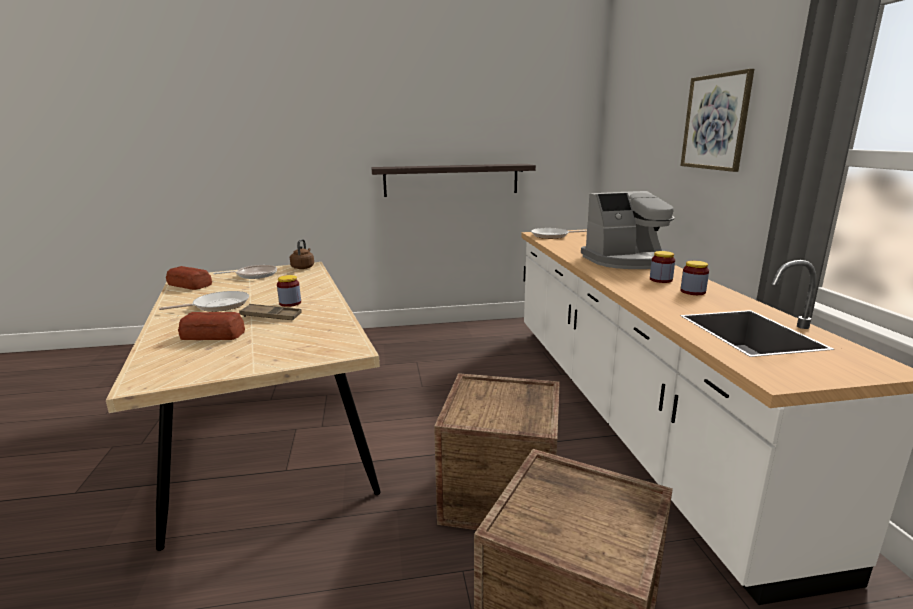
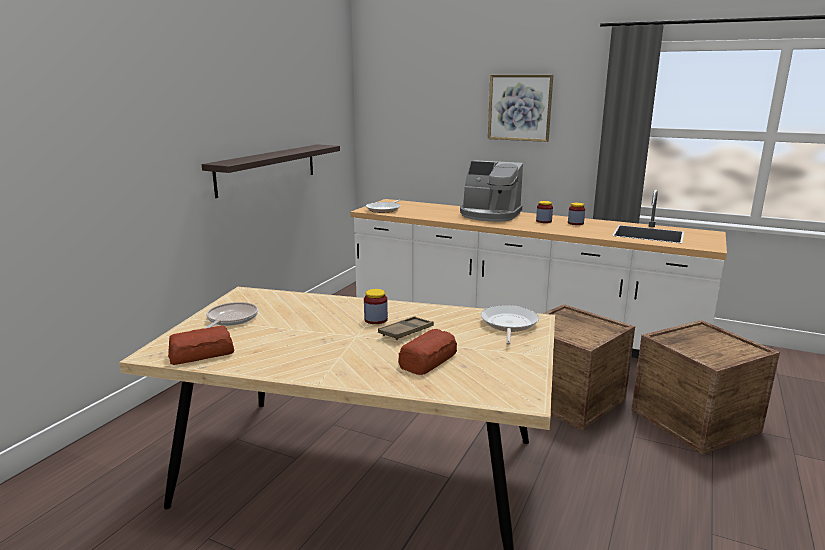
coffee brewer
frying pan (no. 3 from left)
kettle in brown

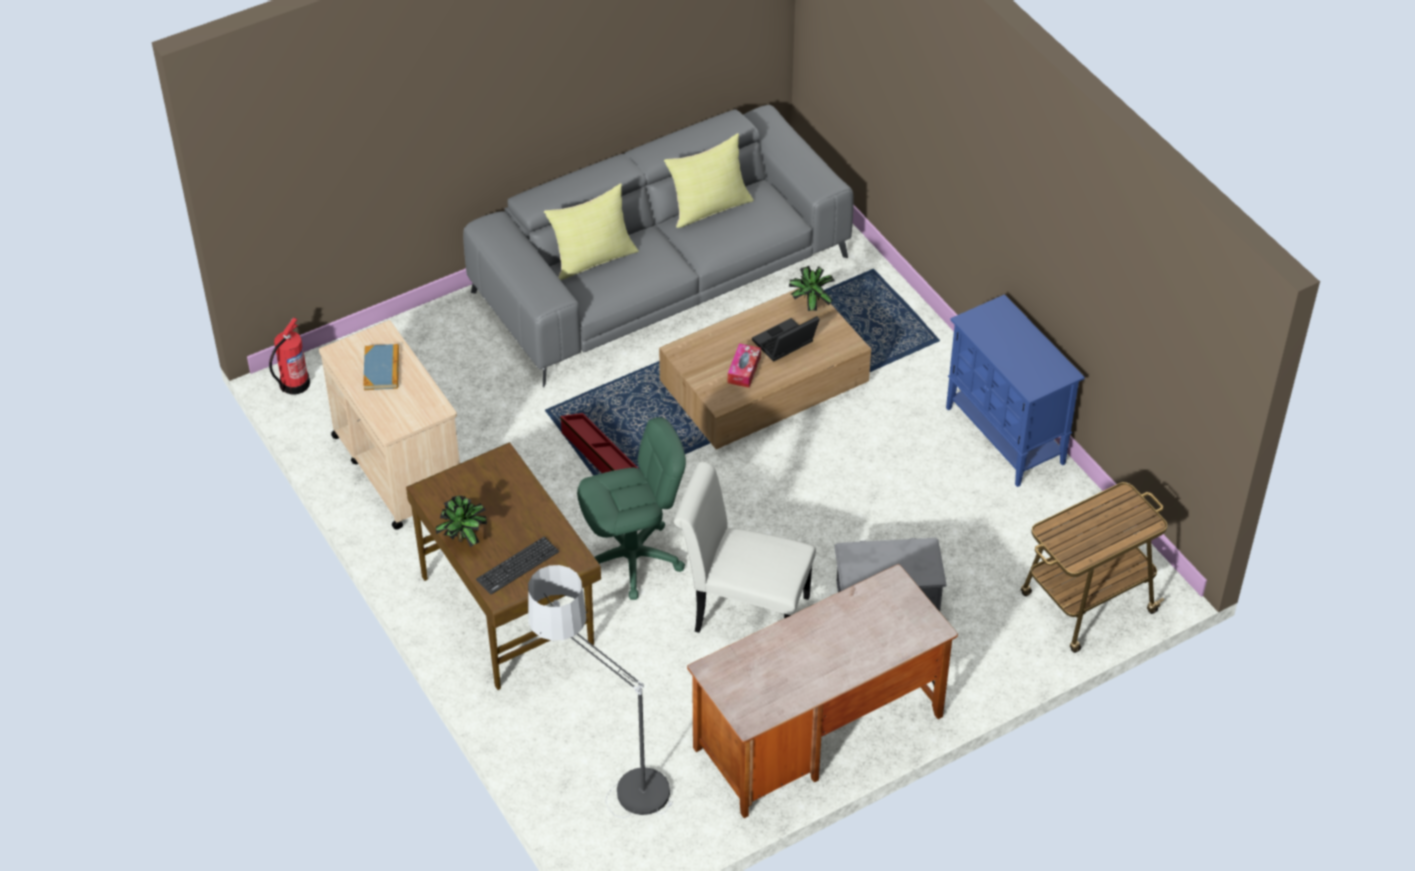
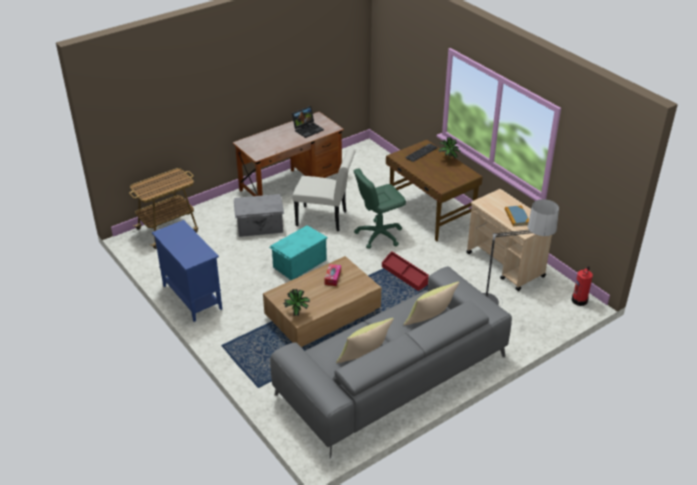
storage bin in blue-green
notebook computer
standing lamp

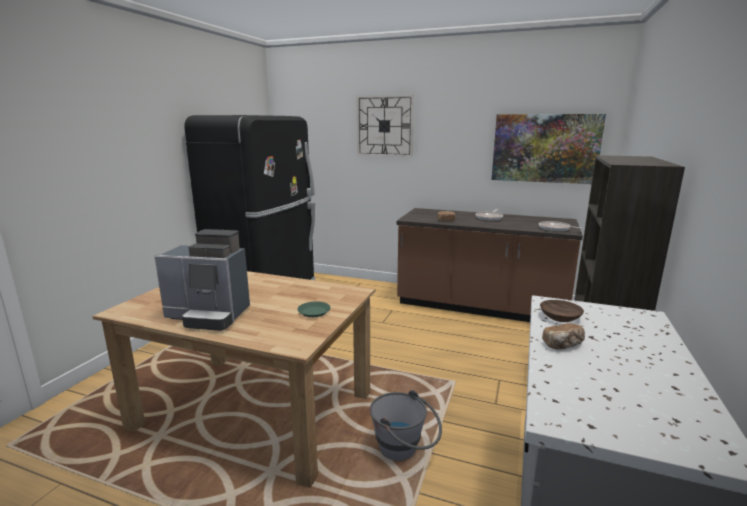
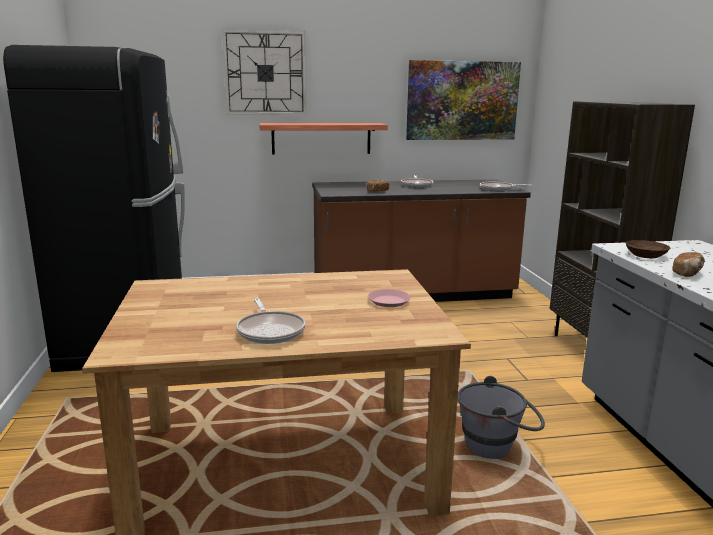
frying pan (no. 1 from left)
bracket shelf
flat dish in pink-coloured

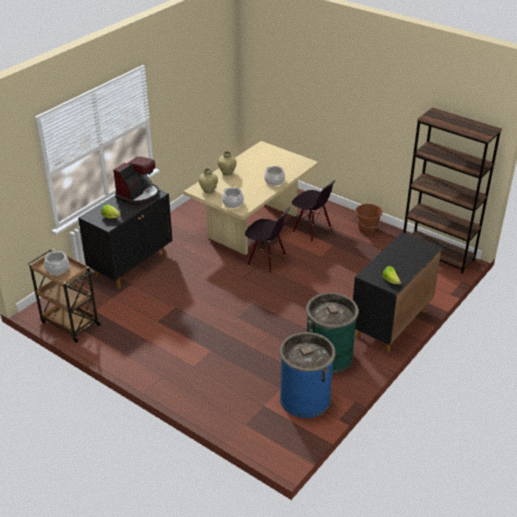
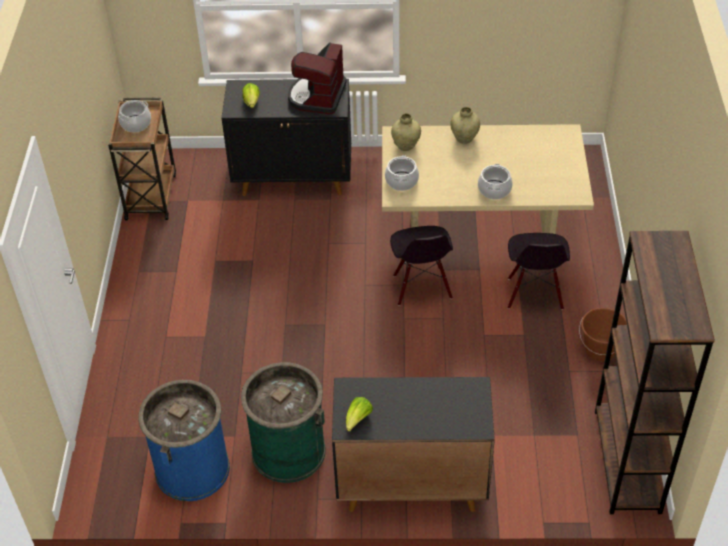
coffee brewer

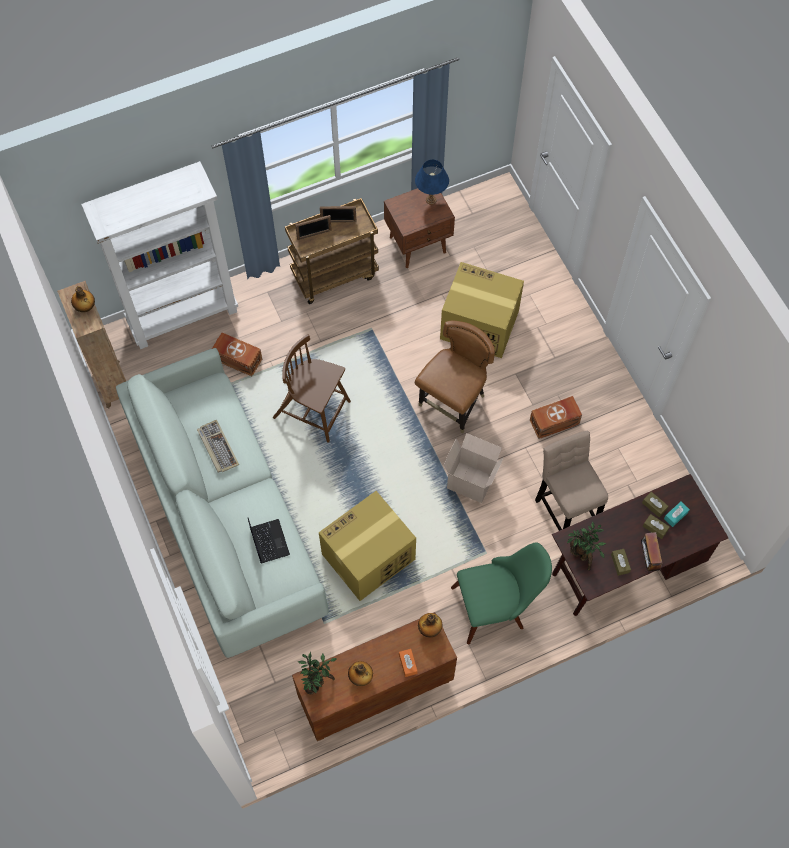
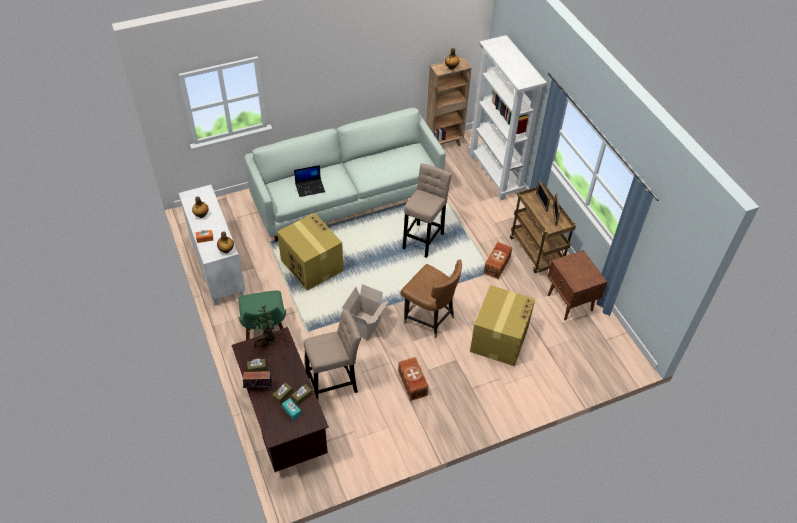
cabinet in white-coloured
stool in beige-coloured (no. 2 from left)
storage bin in brown (no. 2 from left)
keyboard
houseplant (no. 1 from left in the first image)
table lamp in blue

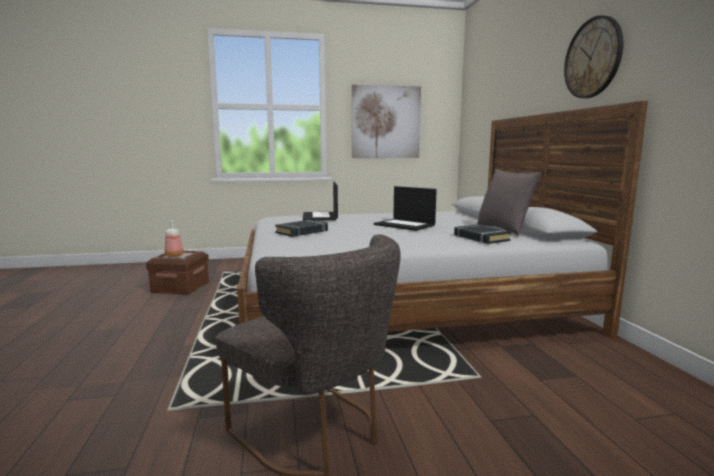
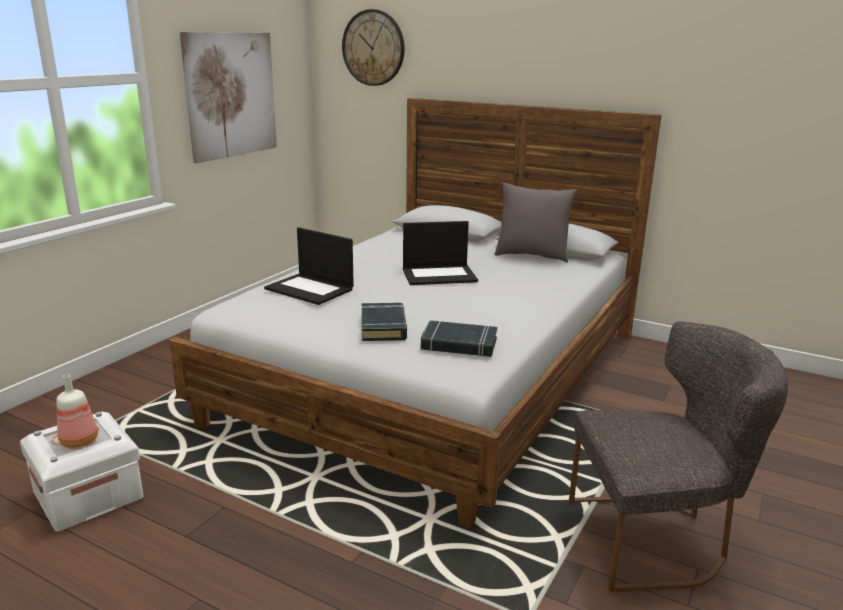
storage bin in white-coloured
wall clock
volume in black-coloured (no. 2 from left)

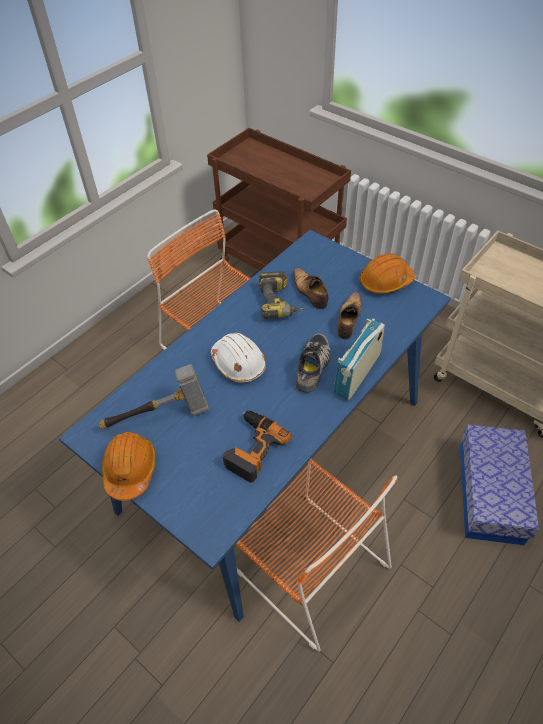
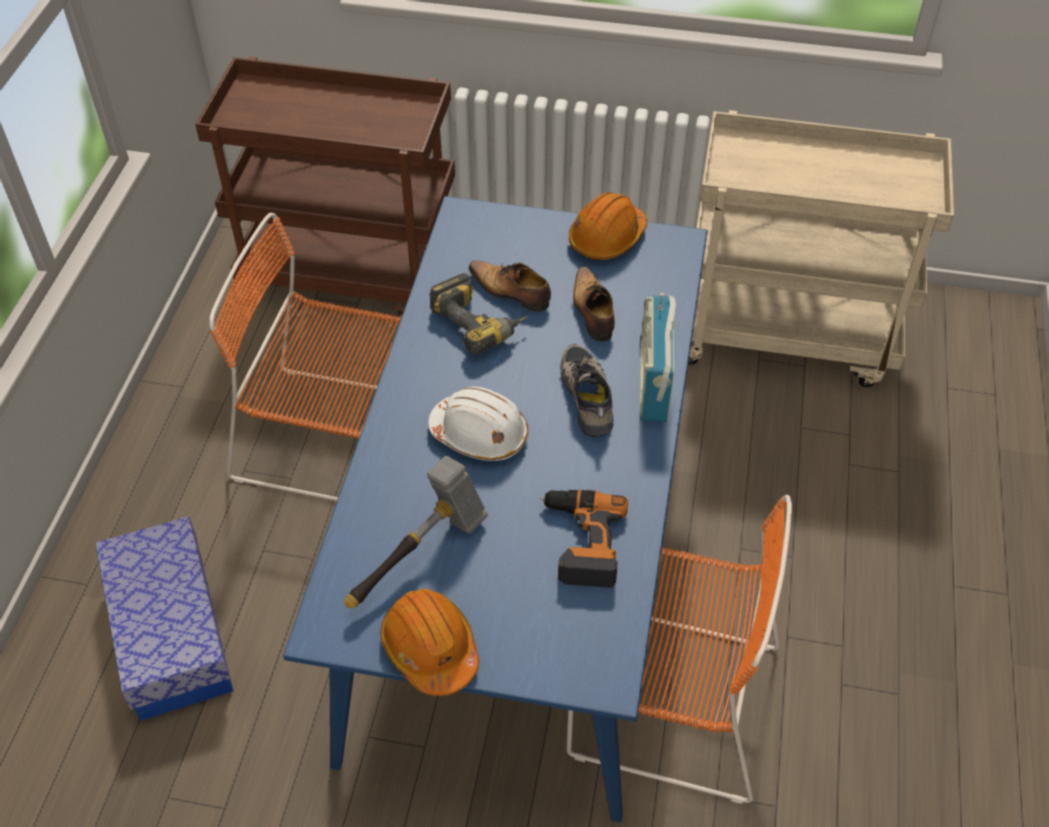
storage bin

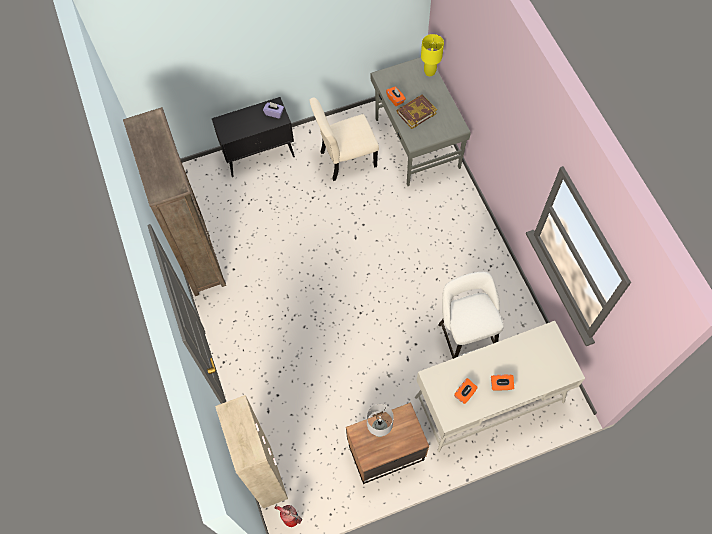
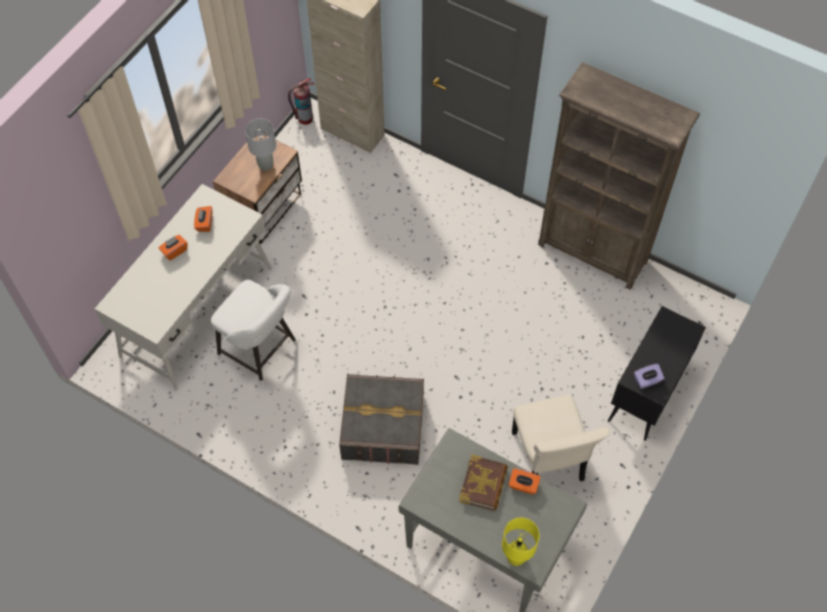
storage bin in gray
chair in beige-coloured

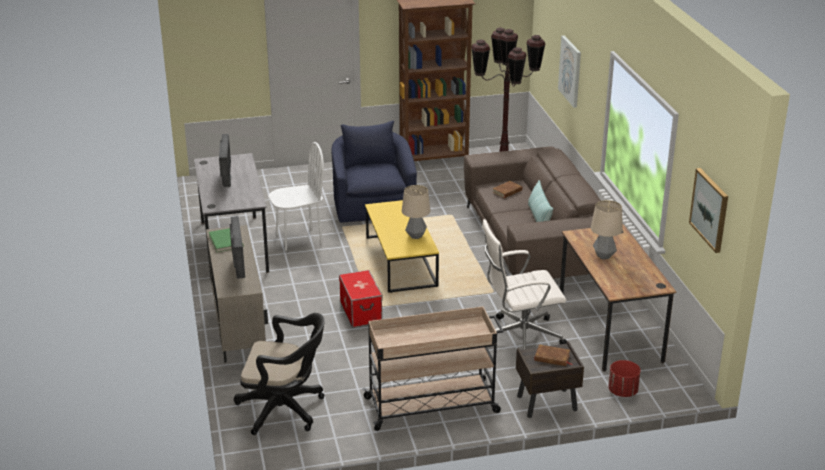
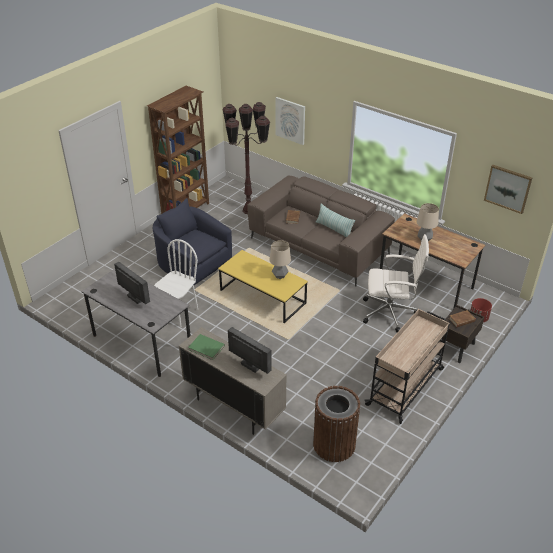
waste bin in brown
desk chair in white-coloured
storage bin

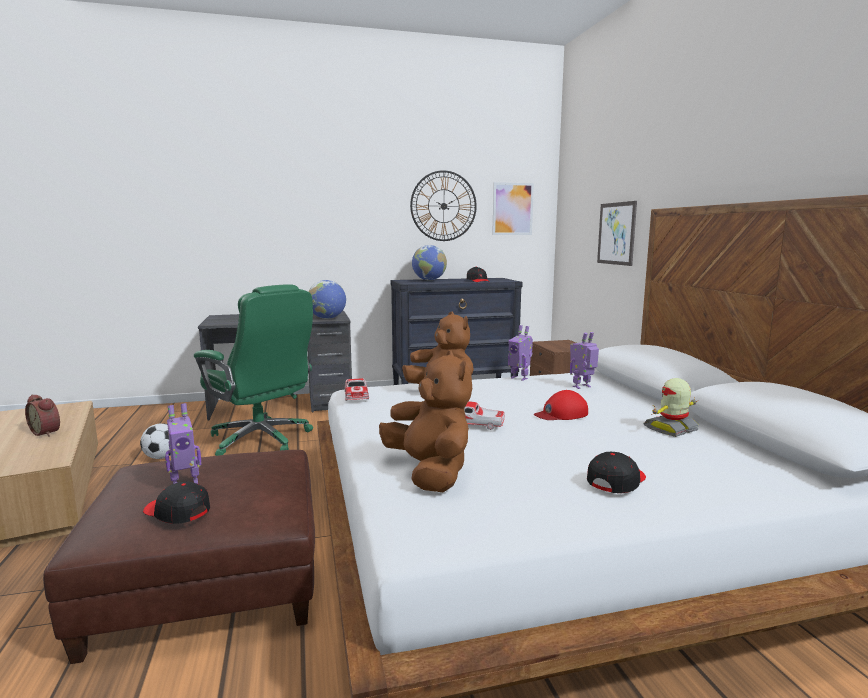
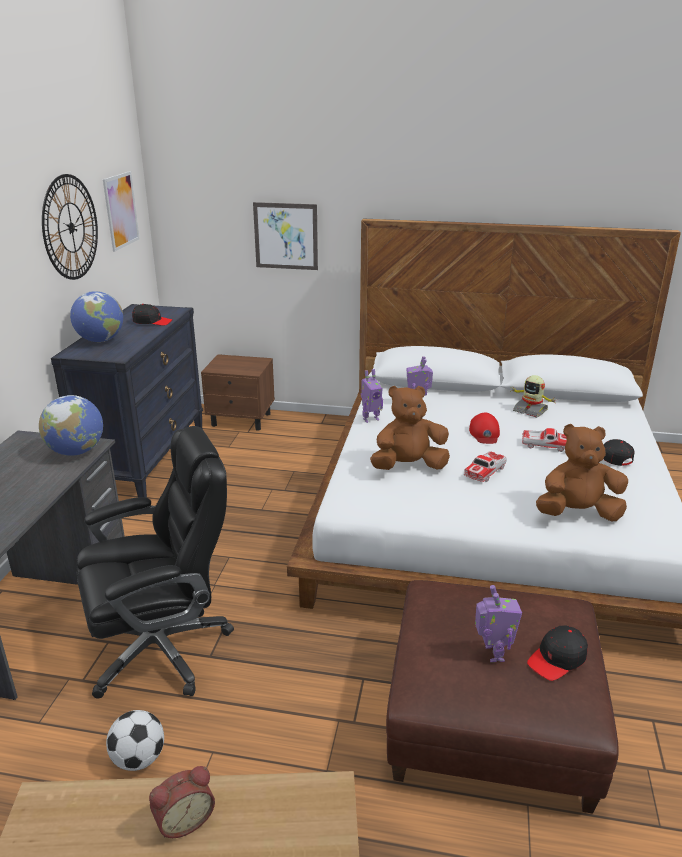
desk chair in black-coloured
toy robot (no. 4 from left)
miniature car (no. 2 from left)

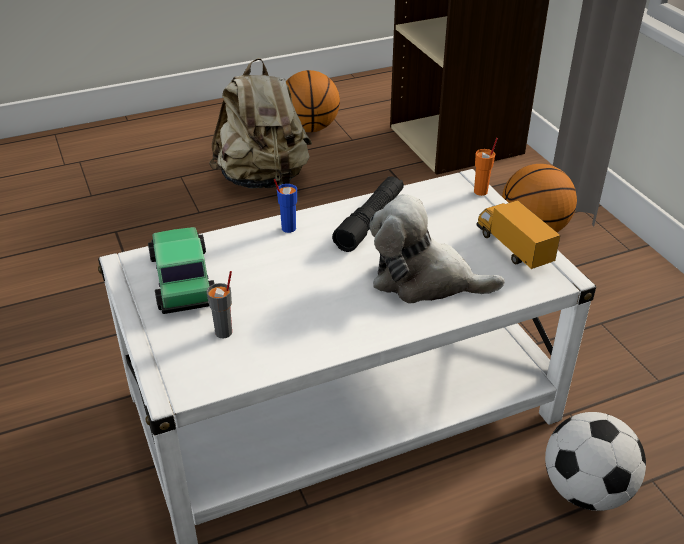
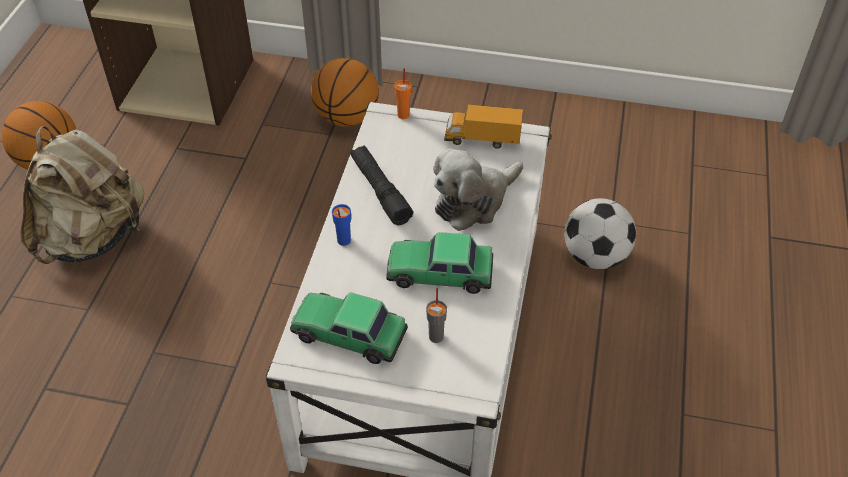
miniature car (no. 2 from left)

